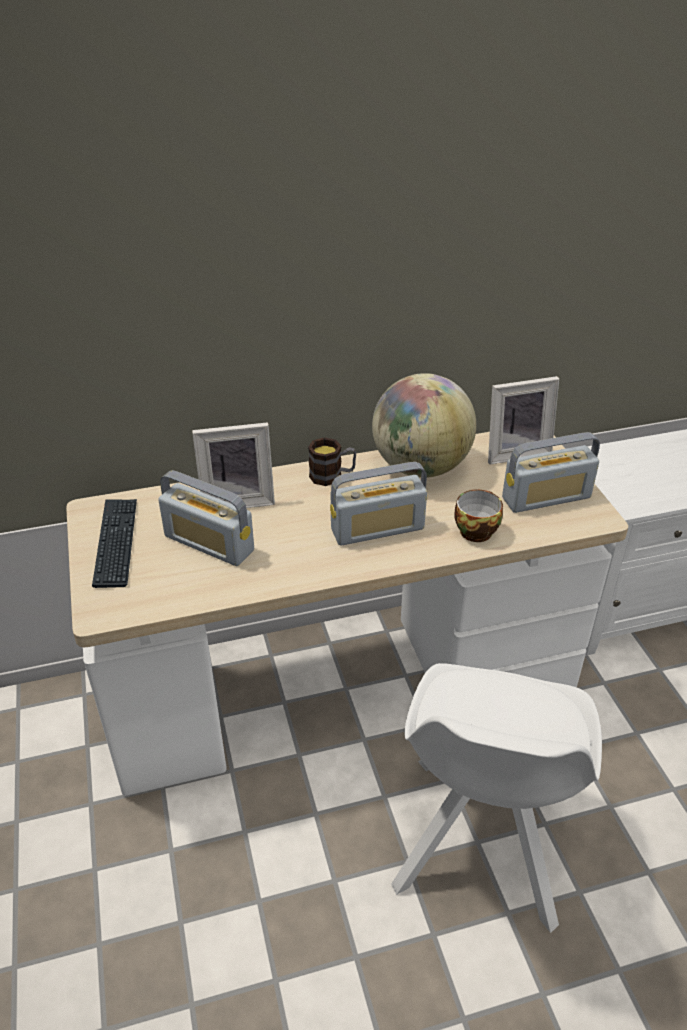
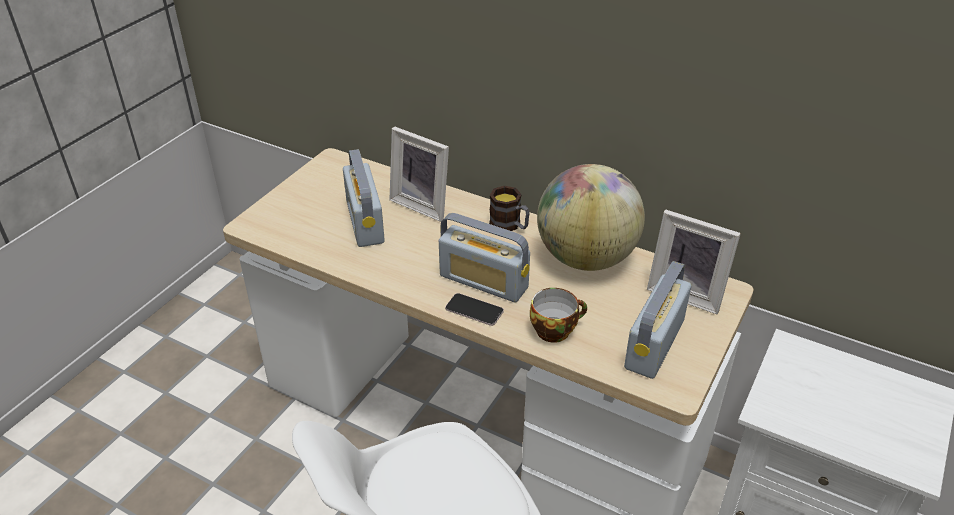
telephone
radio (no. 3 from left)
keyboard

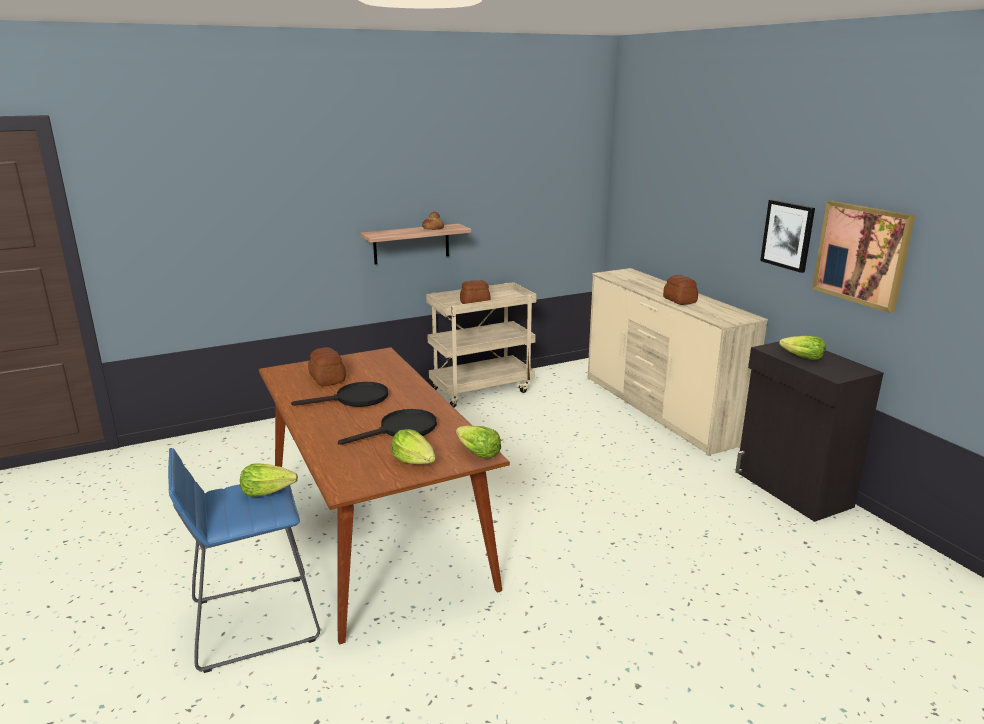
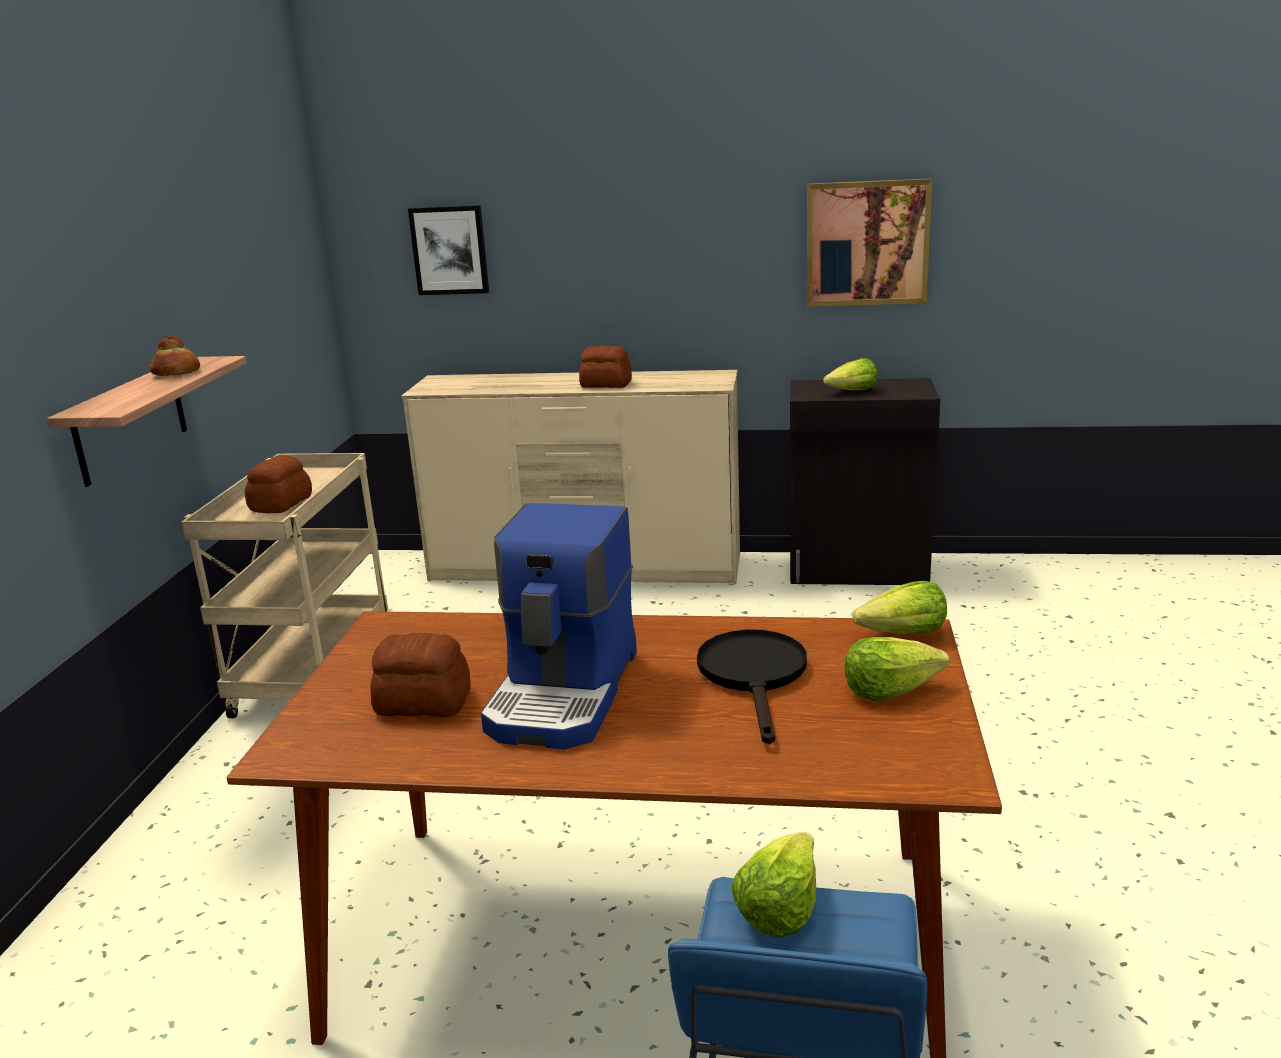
wall picture (no. 1 from left)
coffee brewer

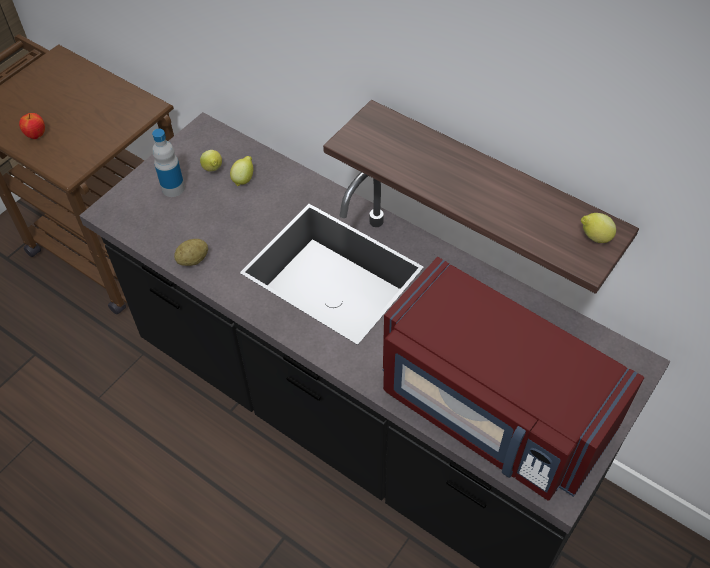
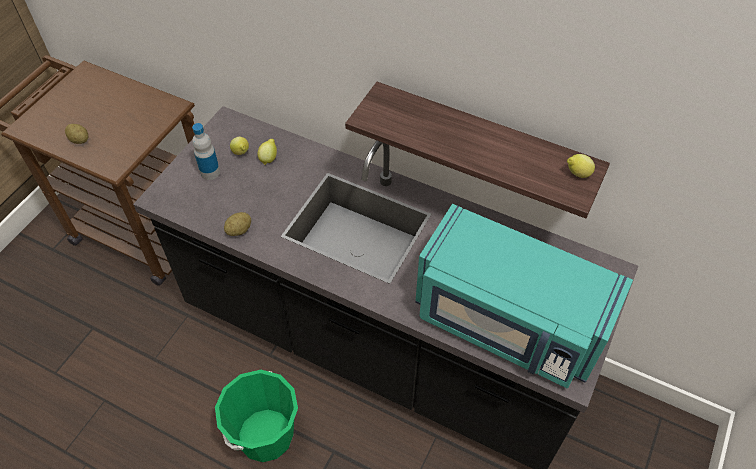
whole potato (no. 1 from left)
water bucket in greenish
microwave oven in blue-green

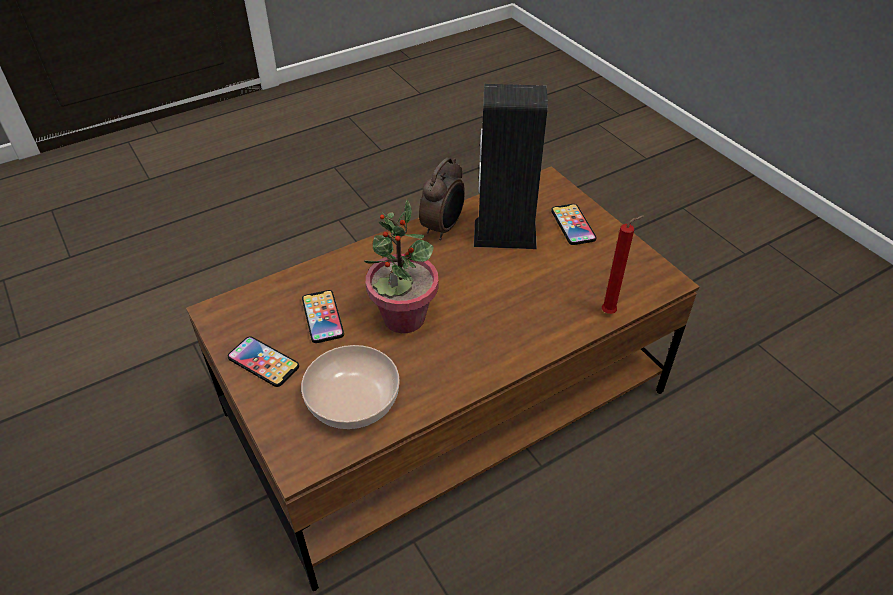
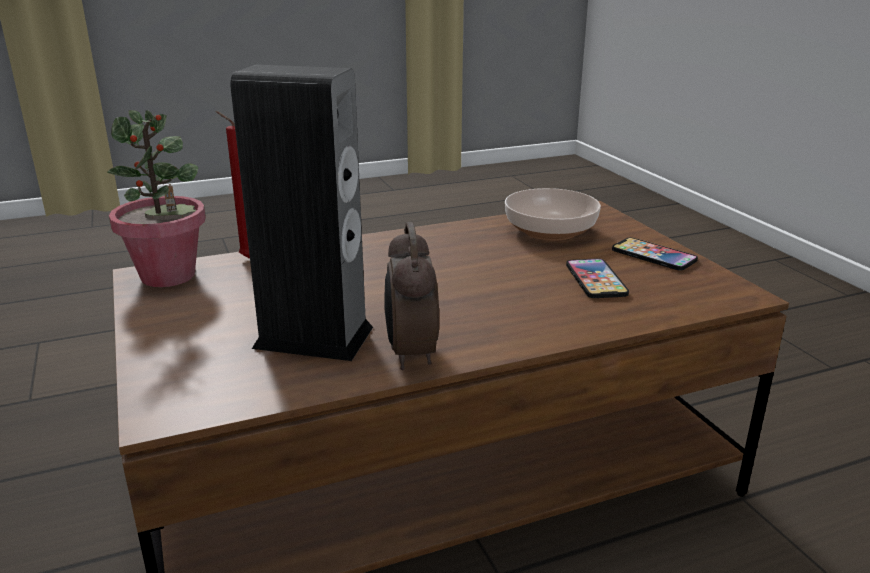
houseplant
bedside clock
telephone (no. 3 from left in the first image)

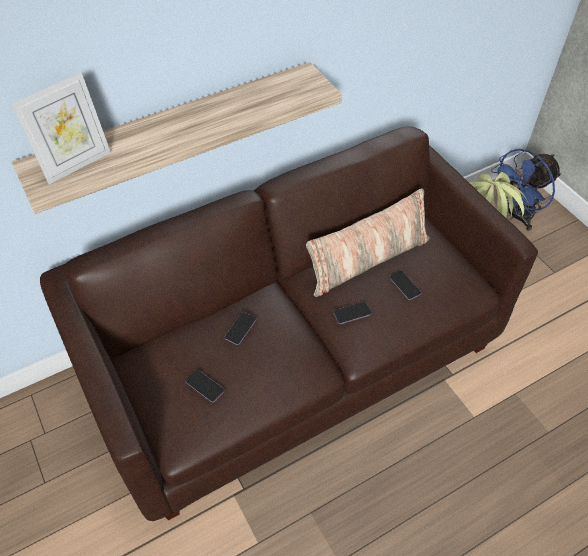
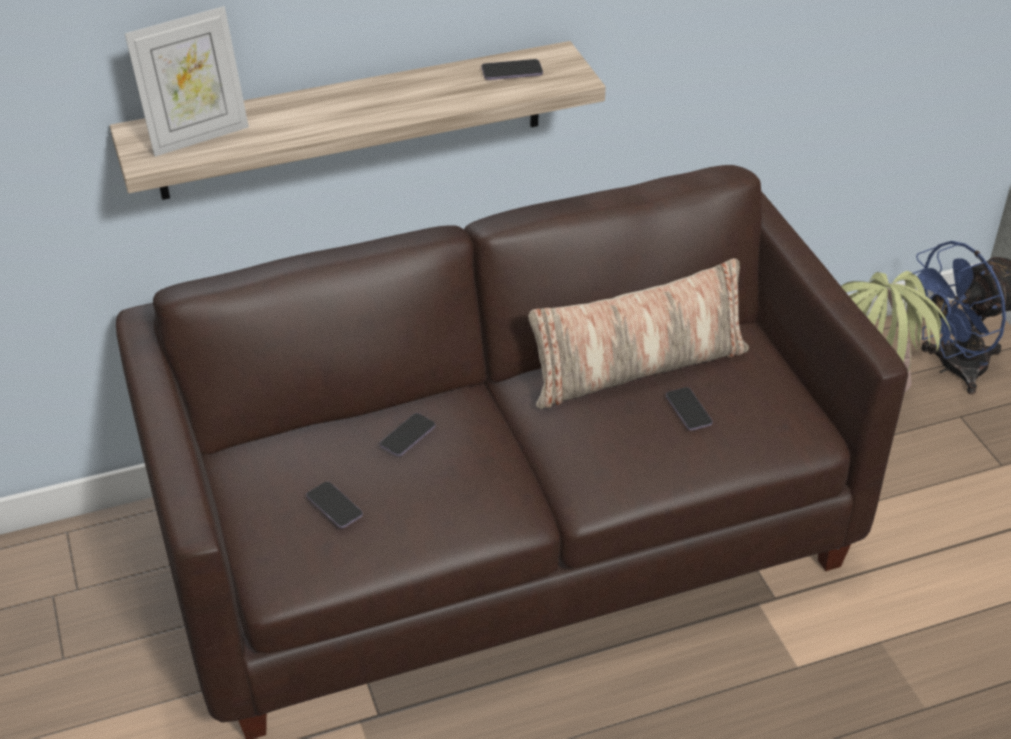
telephone (no. 3 from left)

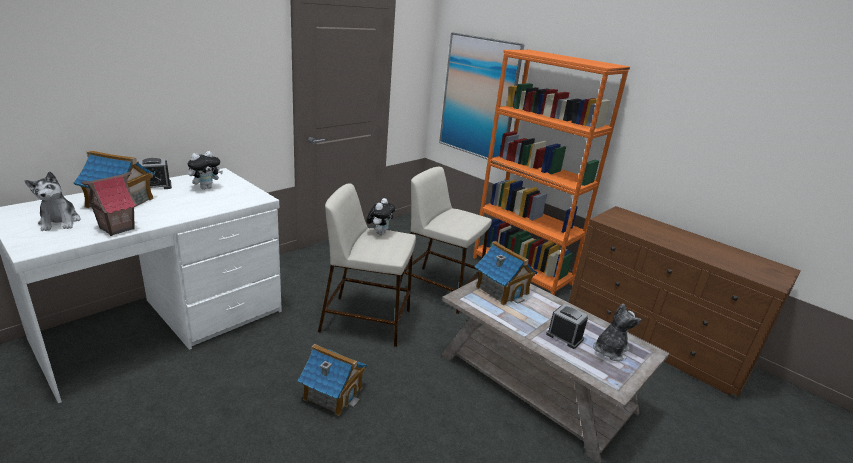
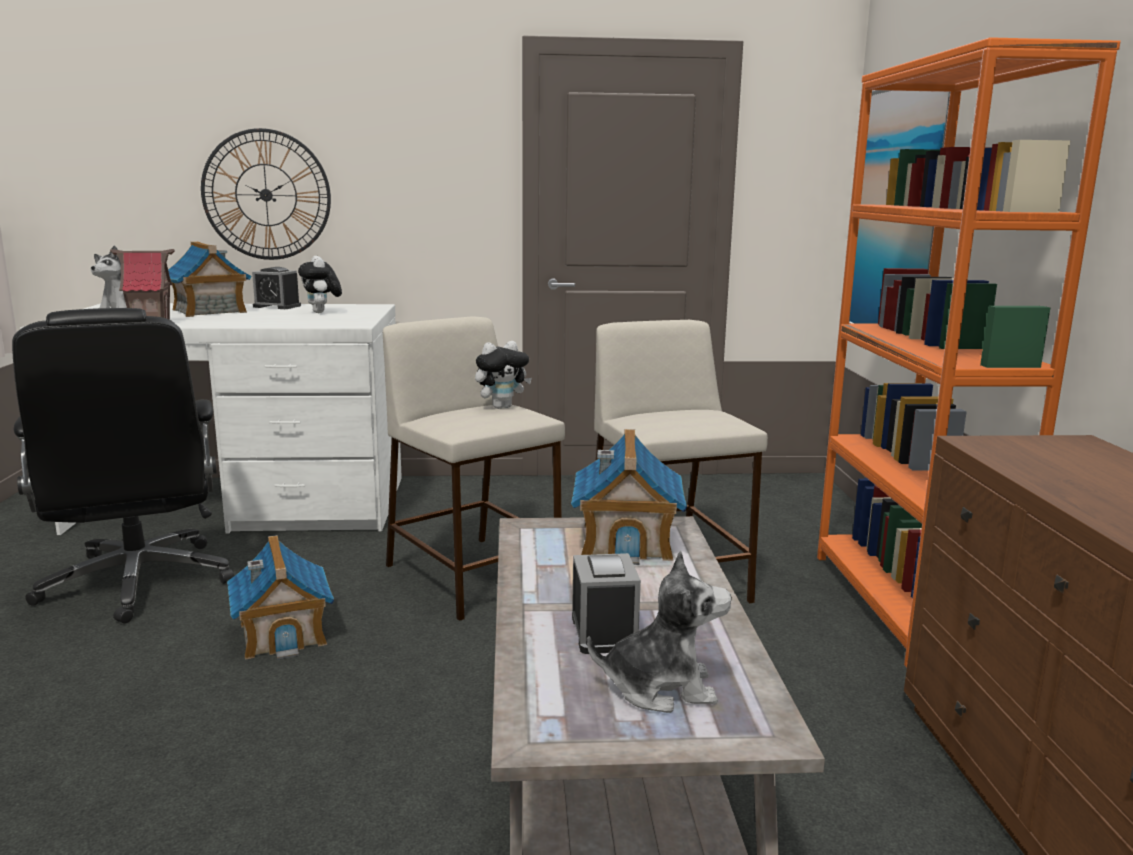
desk chair in black-coloured
wall clock
cuddly toy (no. 2 from left)

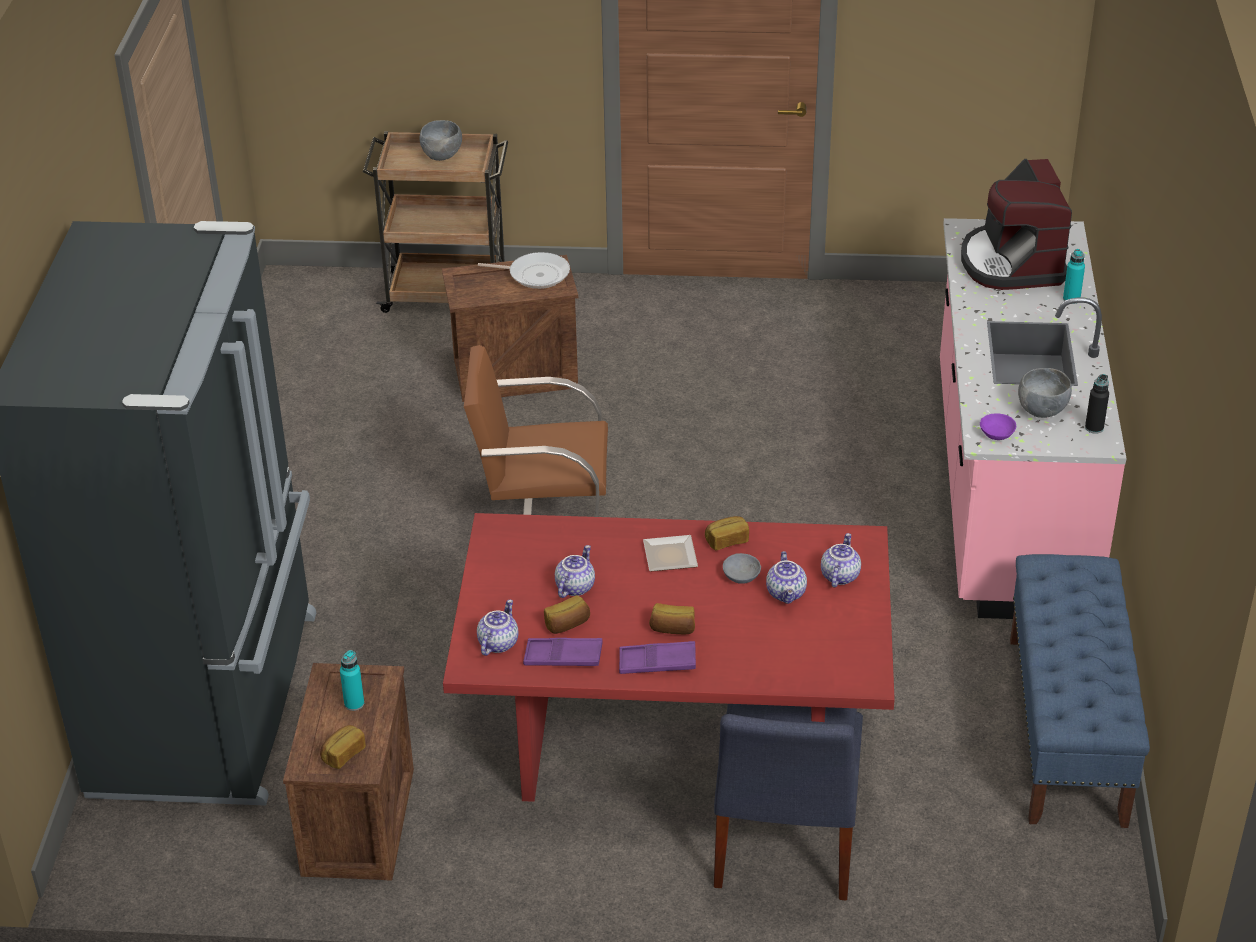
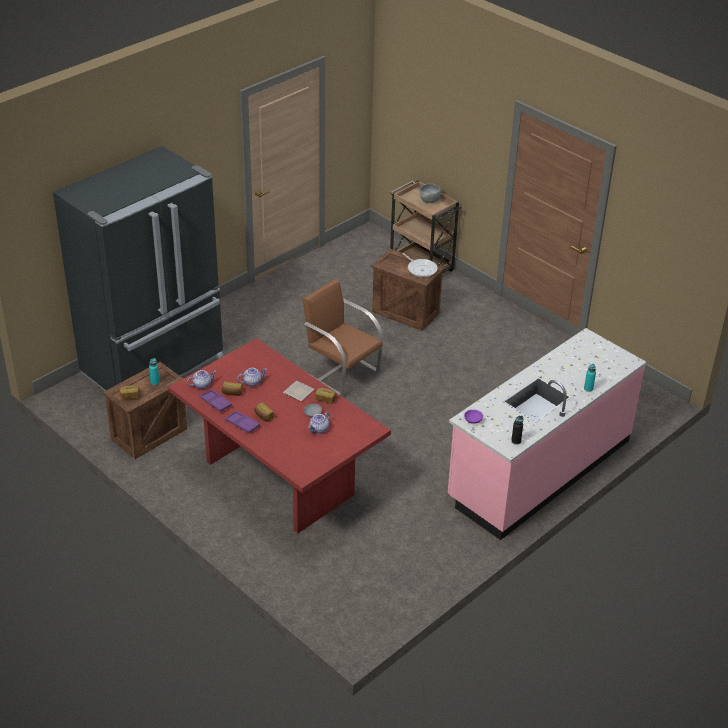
chair in blue
pot for tea (no. 4 from left in the first image)
coffee brewer
long seat in blue
bowl in gray (no. 3 from left in the first image)

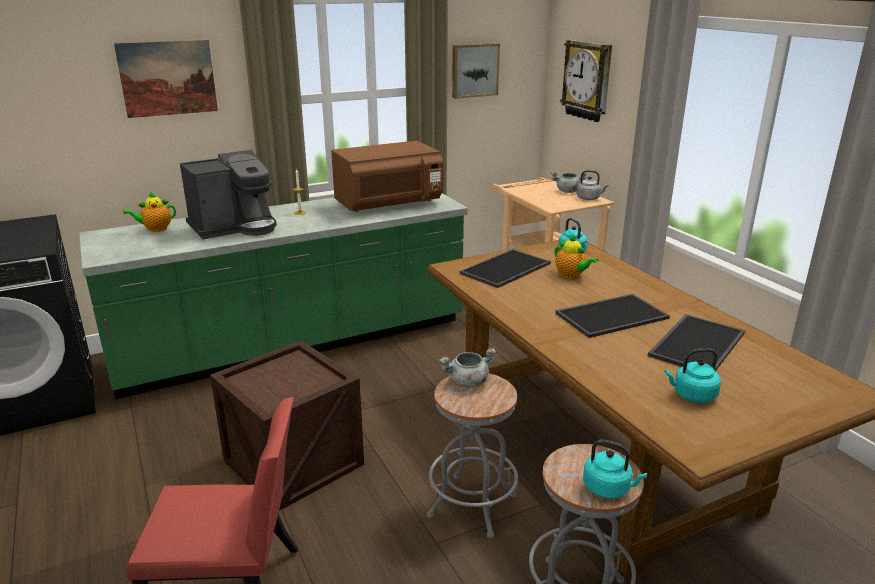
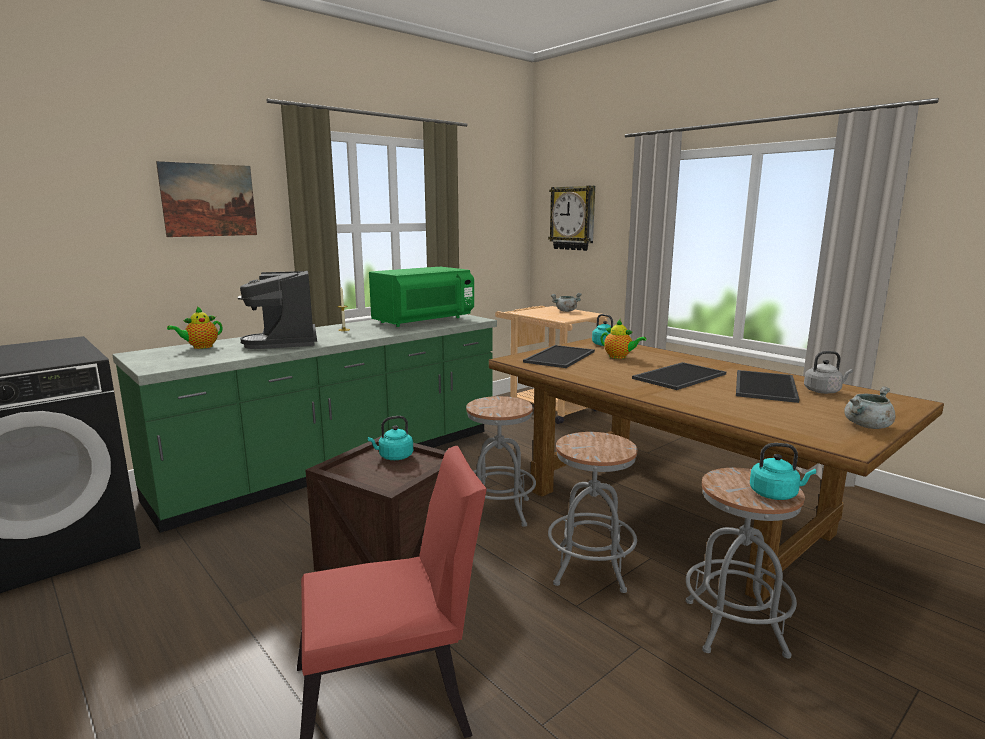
coffee brewer
kettle in blue-green (no. 1 from left)
microwave oven in greenish
stool in gray (no. 1 from left)
kettle in gray
stockpot in gray (no. 2 from left)
wall picture (no. 2 from left in the first image)

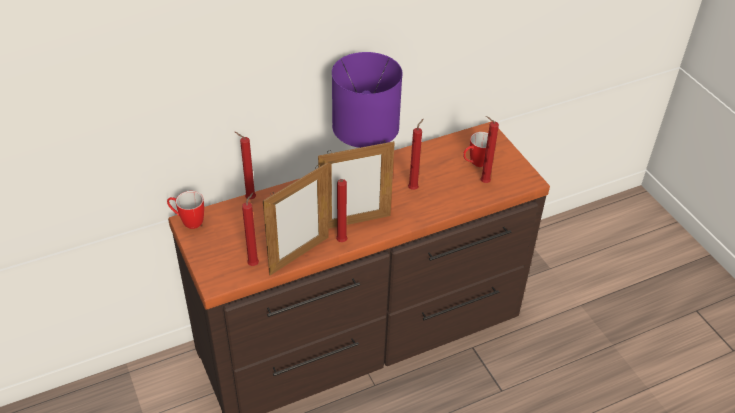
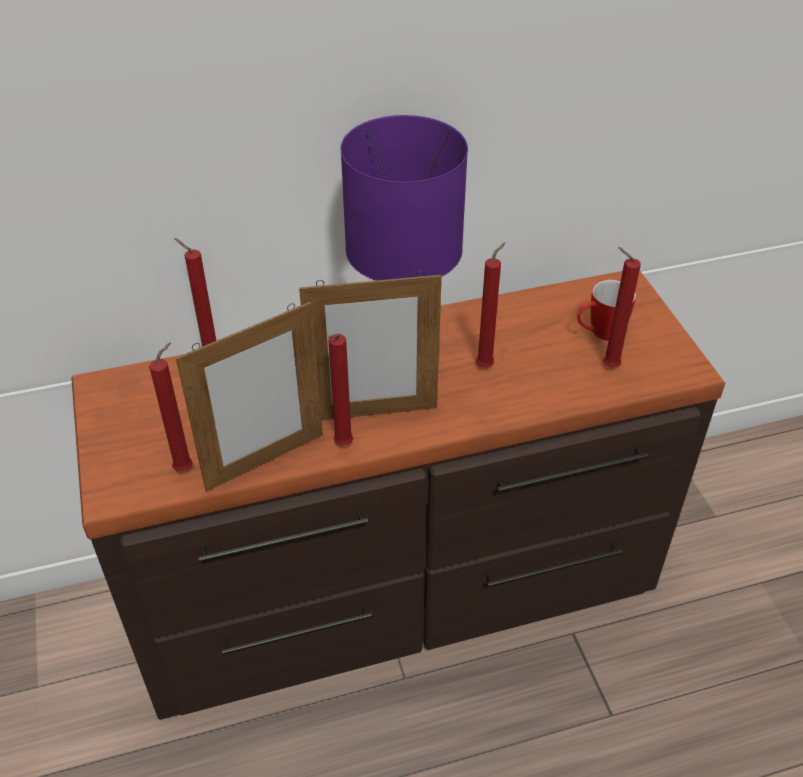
mug (no. 1 from left in the first image)

